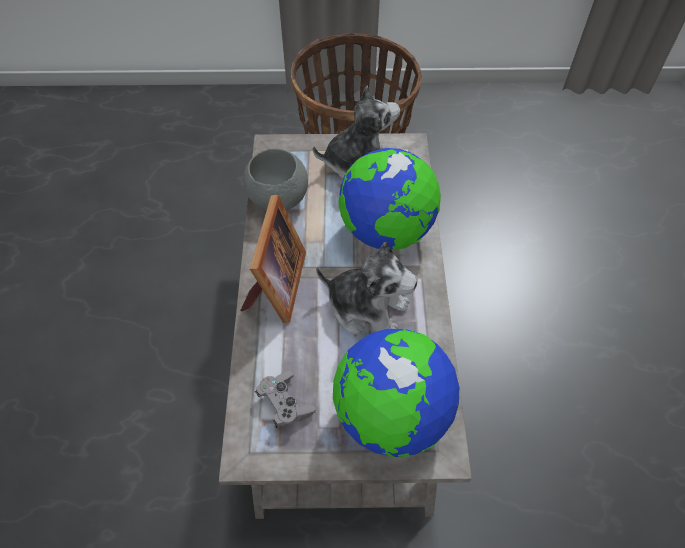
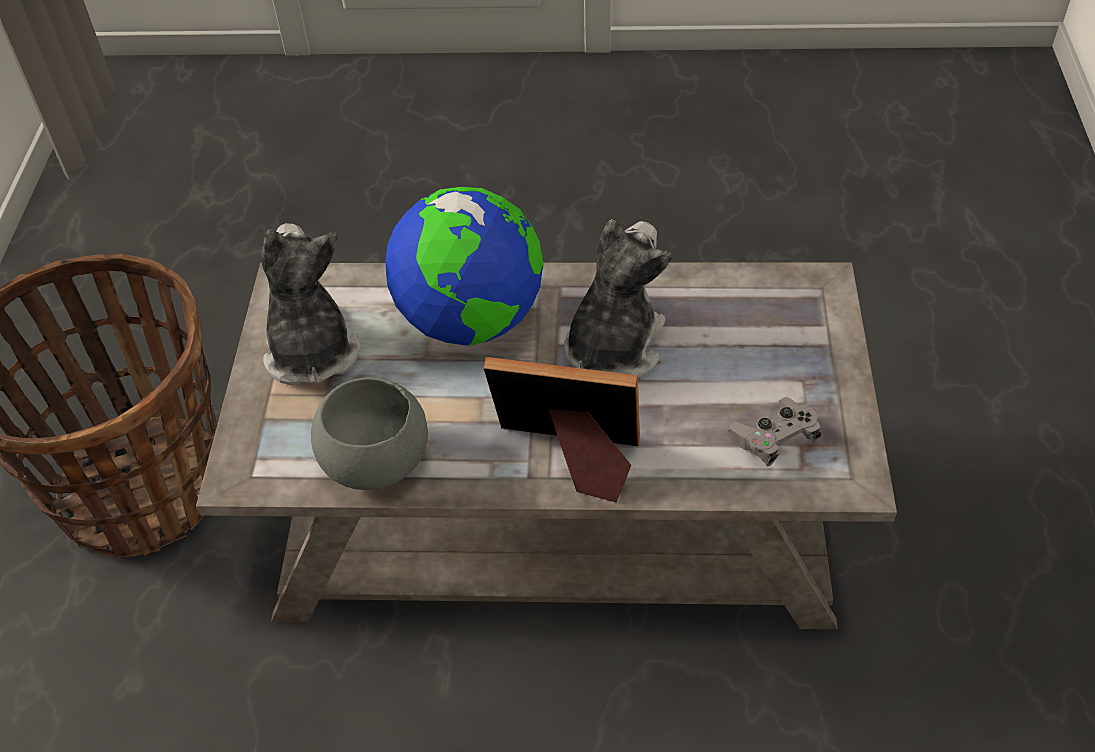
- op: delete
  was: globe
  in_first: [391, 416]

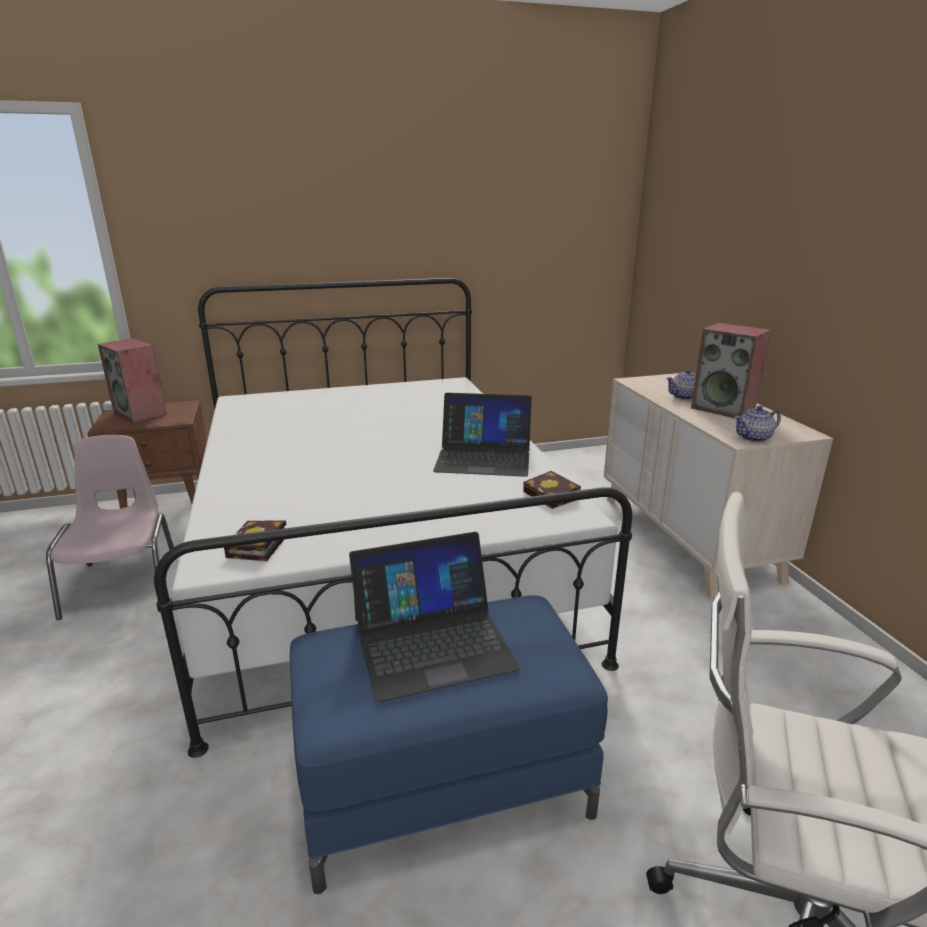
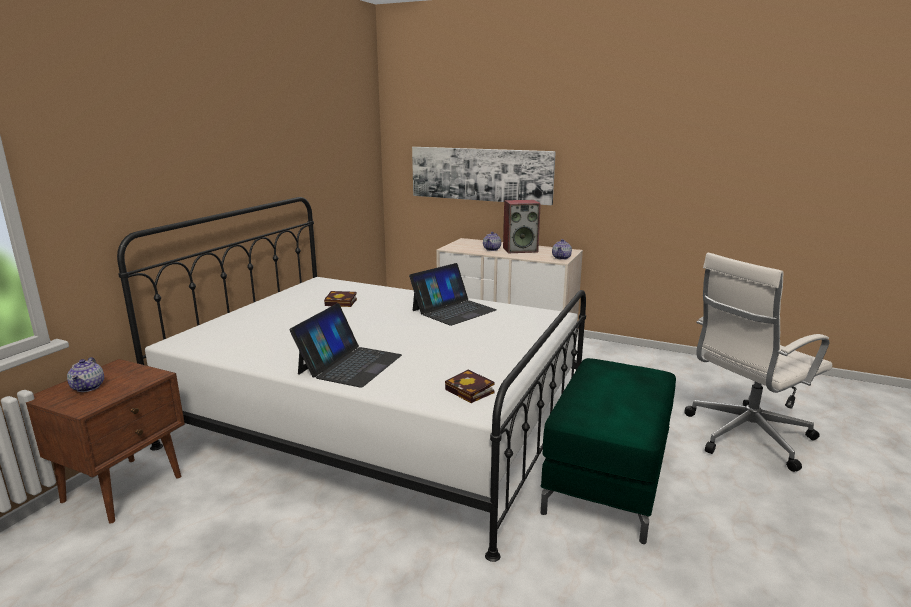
- op: replace
  was: speaker
  now: teapot
  in_first: [141, 413]
  in_second: [88, 387]
- op: move
  was: laptop
  in_first: [432, 642]
  in_second: [350, 364]
- op: move
  was: book
  in_first: [553, 496]
  in_second: [342, 302]
- op: insert
  now: picture
  in_second: [480, 174]
- op: recolor
  was: blue ottoman
  now: green ottoman
  in_first: [445, 782]
  in_second: [607, 477]
- op: delete
  was: pink chair
  in_first: [124, 583]

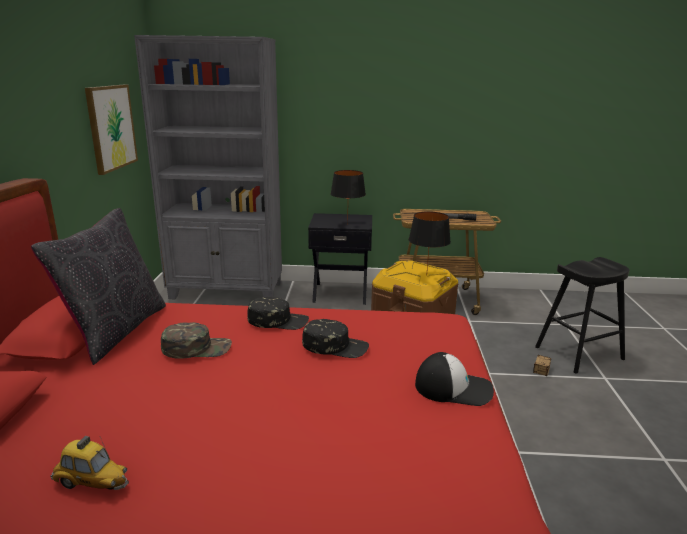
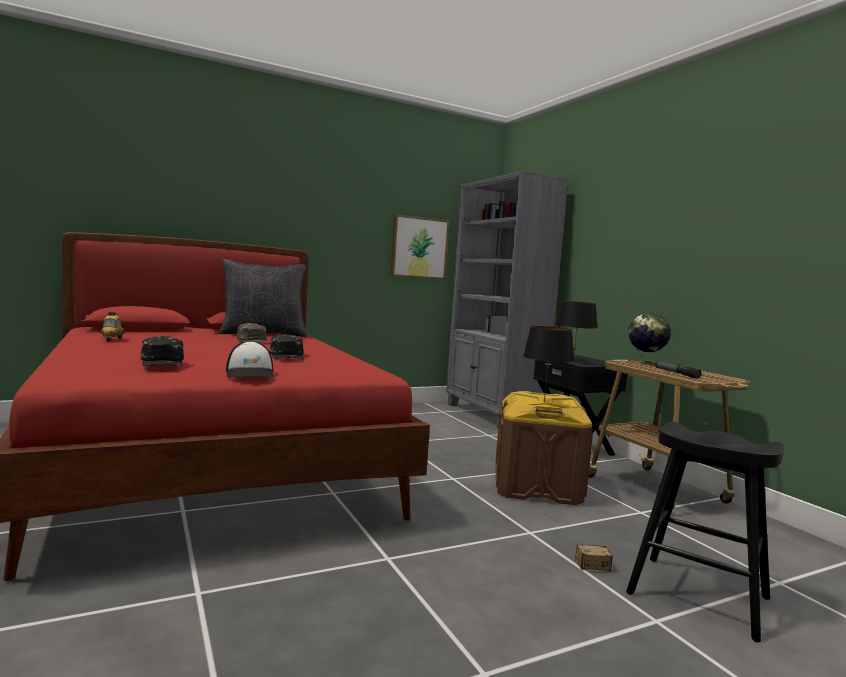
- op: move
  was: black cap
  in_first: [278, 320]
  in_second: [163, 362]
- op: insert
  now: globe
  in_second: [646, 362]

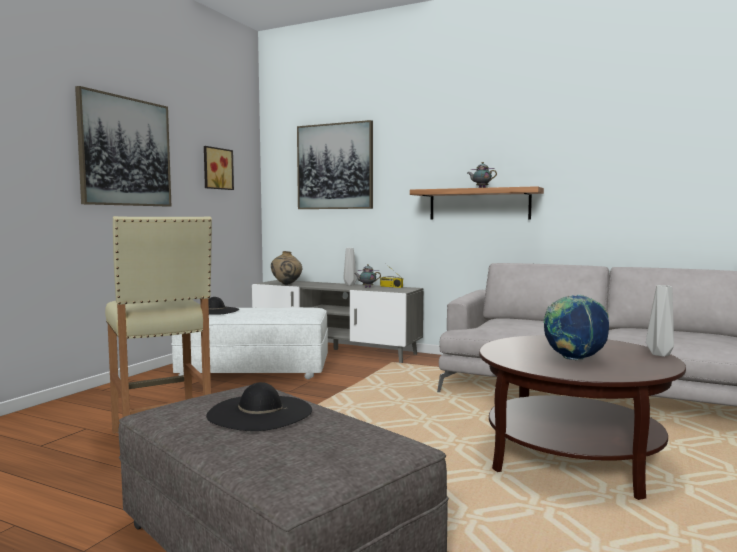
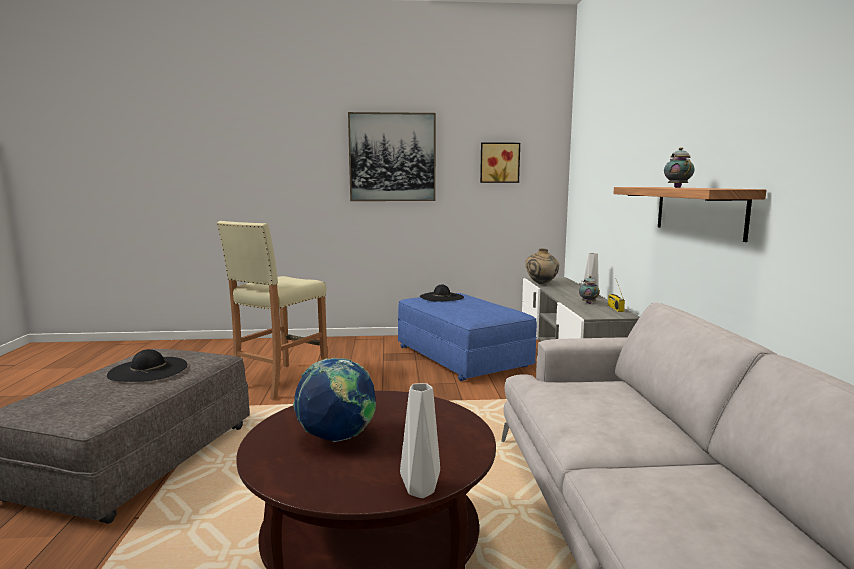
- op: recolor
  was: white ottoman
  now: blue ottoman
  in_first: [255, 368]
  in_second: [462, 357]
- op: delete
  was: picture
  in_first: [335, 166]

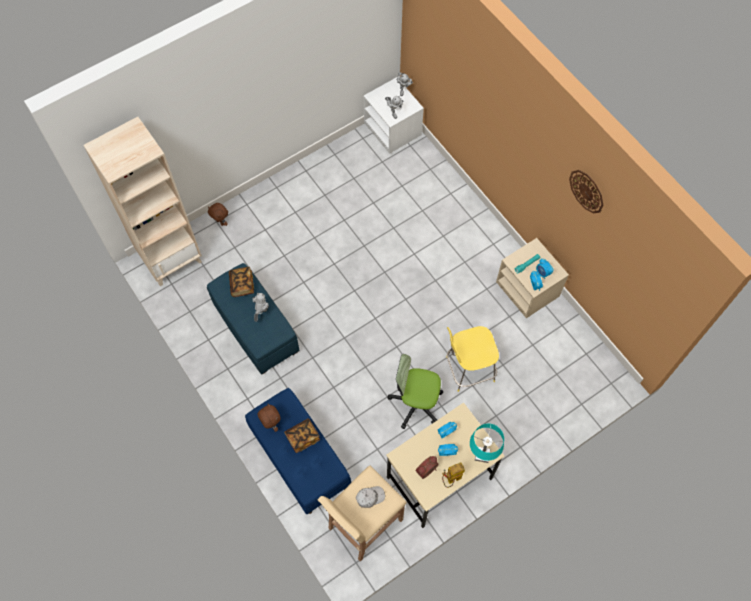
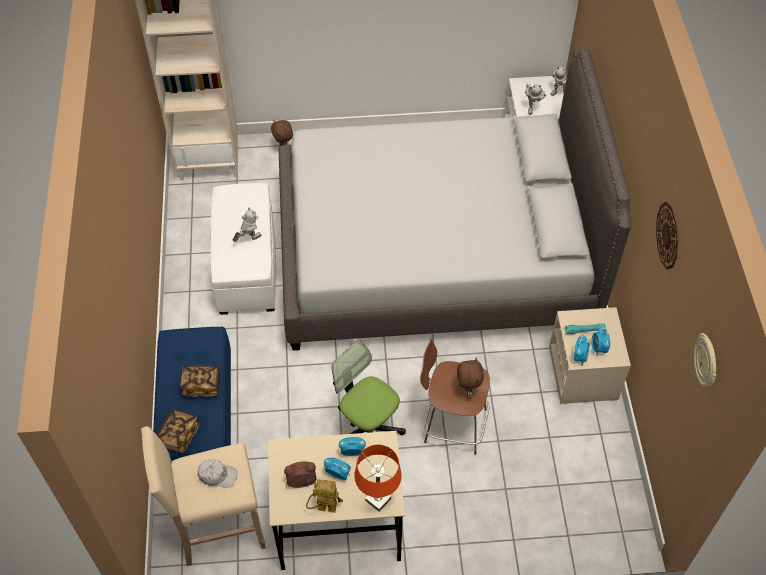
- op: move
  was: book
  in_first: [242, 285]
  in_second: [178, 436]
- op: recolor
  was: blue ottoman
  now: white ottoman
  in_first: [256, 328]
  in_second: [247, 266]
- op: insert
  now: grey bed
  in_second: [434, 254]
- op: recolor
  was: turquoise table lamp
  now: orange table lamp
  in_first: [482, 455]
  in_second: [378, 500]
- op: recolor
  was: yellow stool
  now: brown stool
  in_first: [468, 369]
  in_second: [452, 425]
- op: move
  was: brown plush toy
  in_first: [271, 423]
  in_second: [467, 390]
- op: insert
  now: wall clock
  in_second: [706, 361]

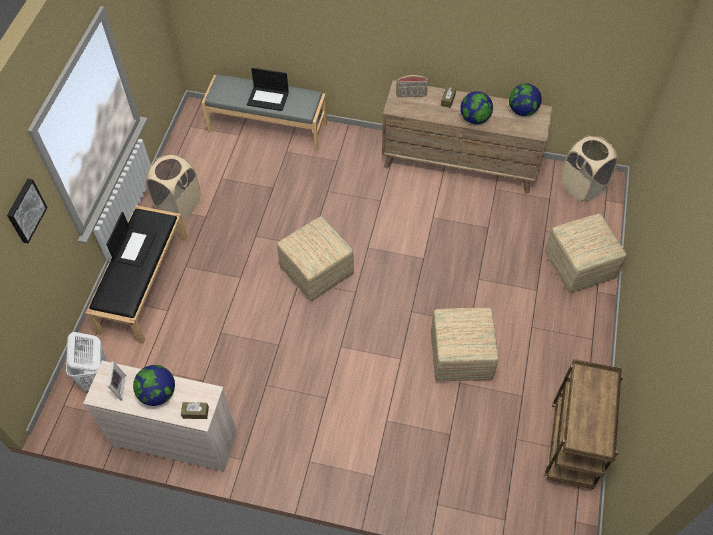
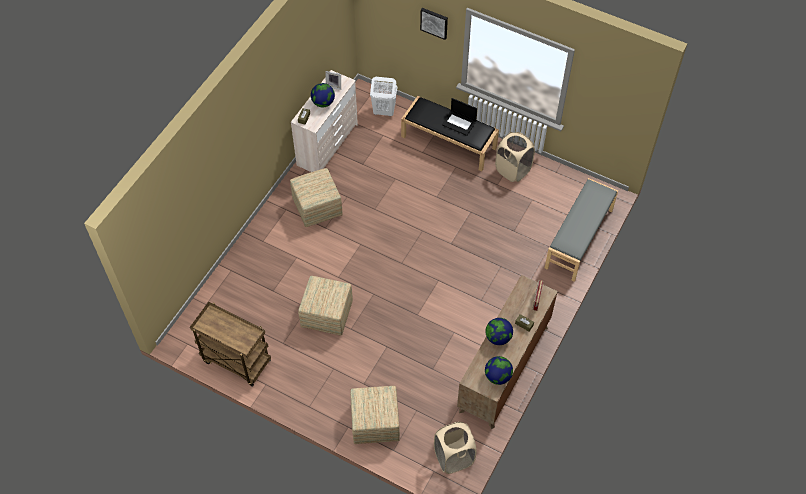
- op: move
  was: ottoman
  in_first: [316, 272]
  in_second: [317, 207]
- op: delete
  was: laptop
  in_first: [268, 98]

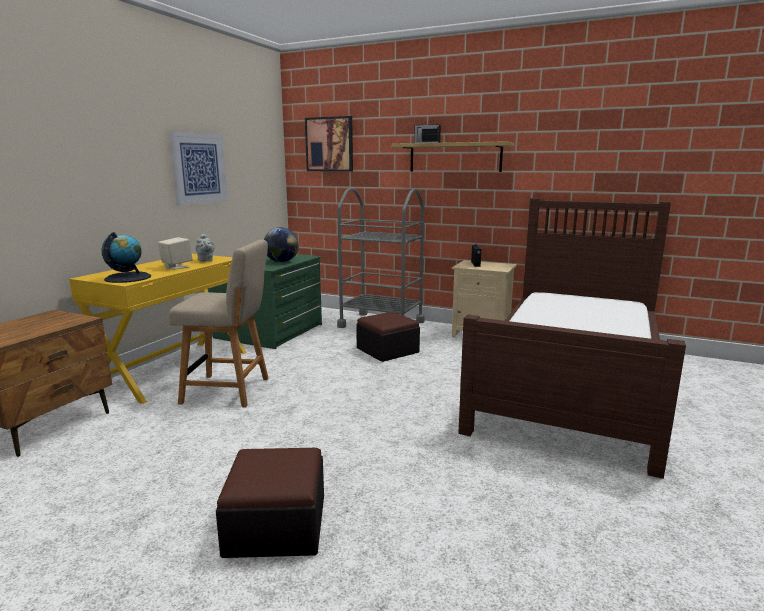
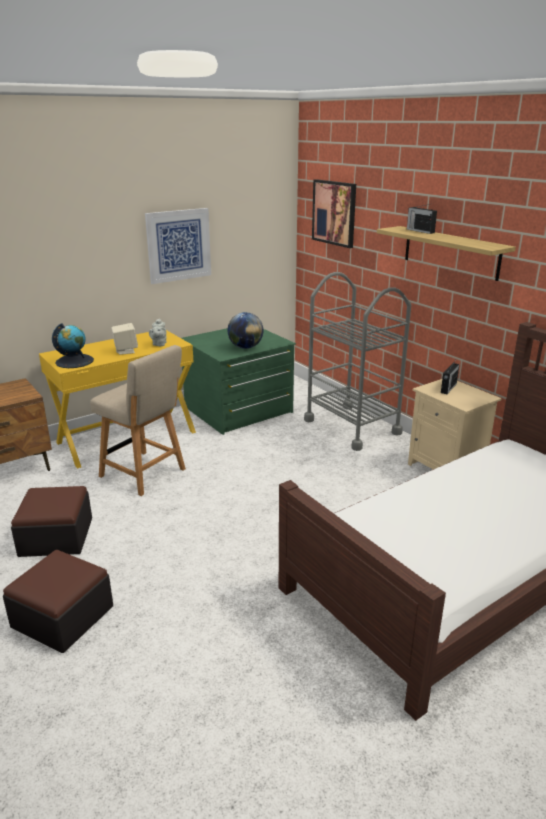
- op: move
  was: ottoman
  in_first: [387, 350]
  in_second: [56, 537]

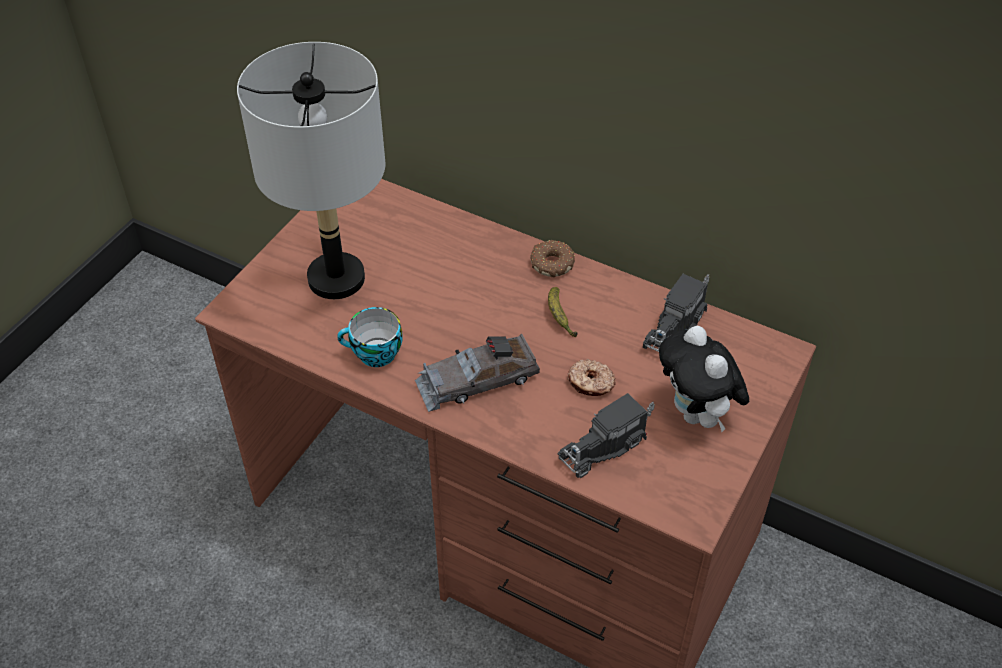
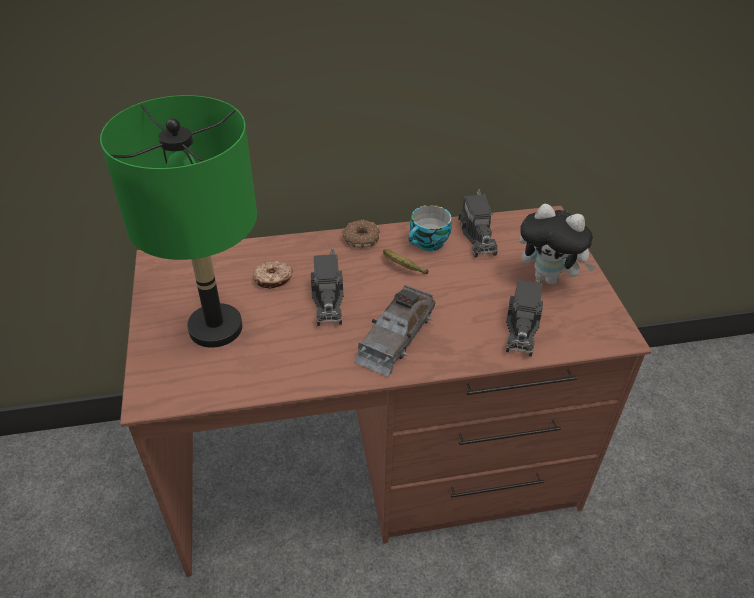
- op: recolor
  was: grey table lamp
  now: green table lamp
  in_first: [335, 279]
  in_second: [215, 328]
- op: move
  was: donut
  in_first: [591, 383]
  in_second: [273, 279]
- op: insert
  now: toy truck
  in_second: [328, 299]
- op: move
  was: cup
  in_first: [374, 354]
  in_second: [428, 244]

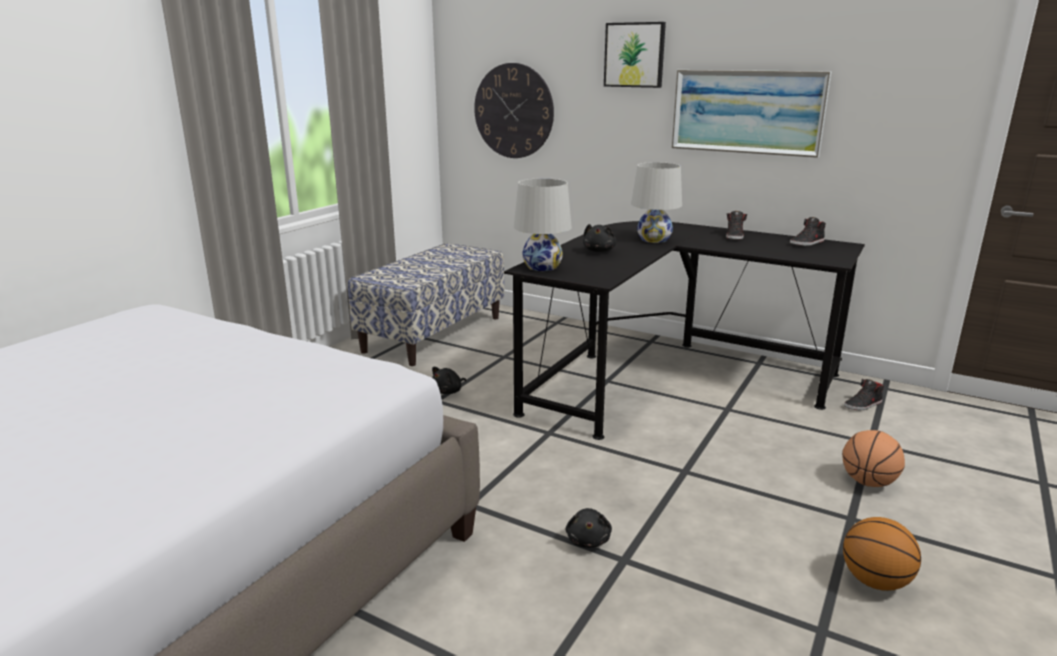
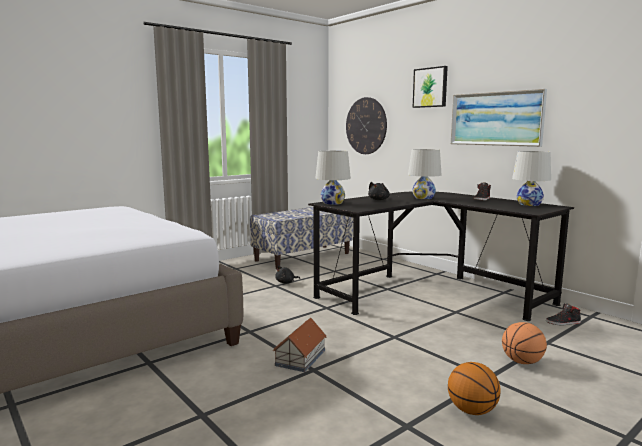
- op: replace
  was: black plush toy
  now: toy house
  in_first: [588, 540]
  in_second: [301, 357]
- op: replace
  was: black shoe
  now: white table lamp
  in_first: [807, 243]
  in_second: [529, 204]

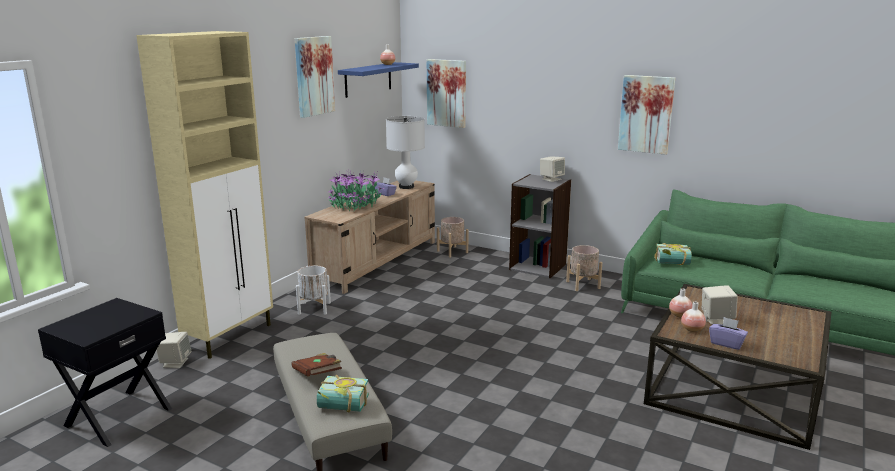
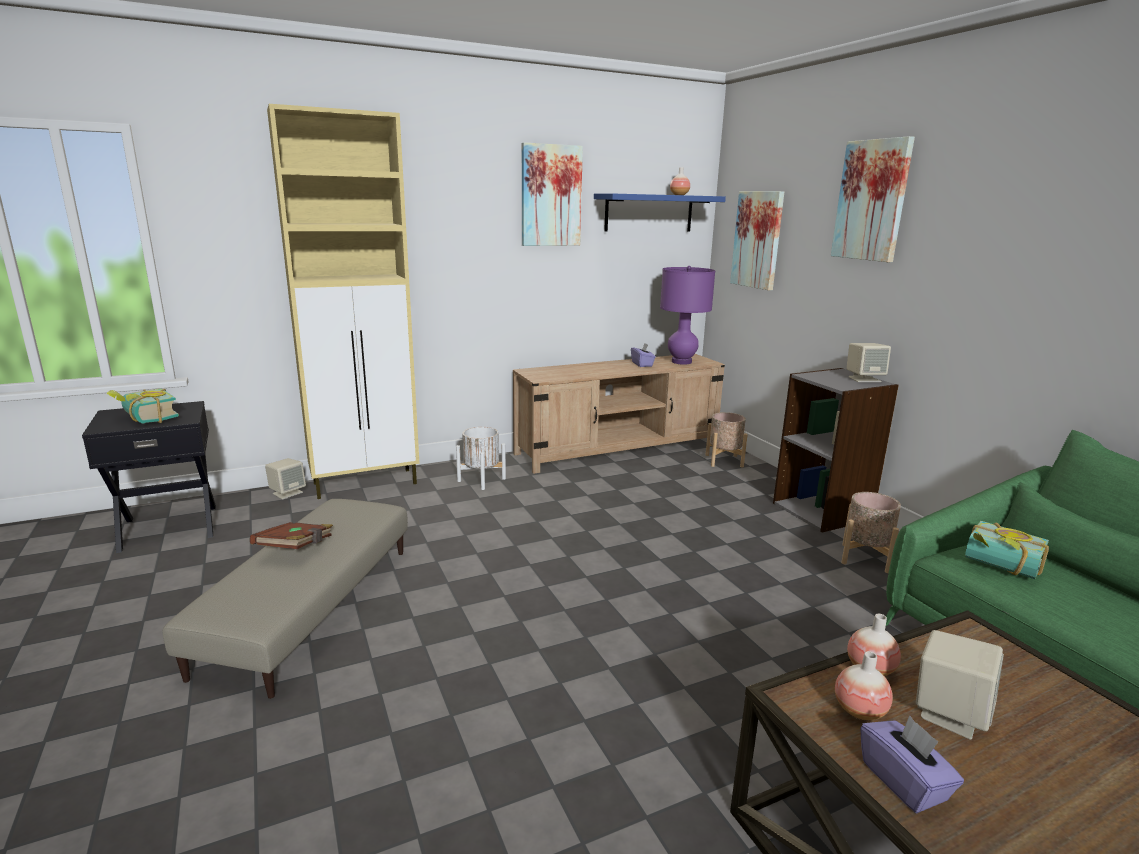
- op: move
  was: book
  in_first: [341, 408]
  in_second: [145, 419]
- op: recolor
  was: white table lamp
  now: purple table lamp
  in_first: [406, 187]
  in_second: [681, 362]
- op: move
  was: picture
  in_first: [646, 114]
  in_second: [872, 200]
- op: delete
  was: potted plant
  in_first: [355, 206]

